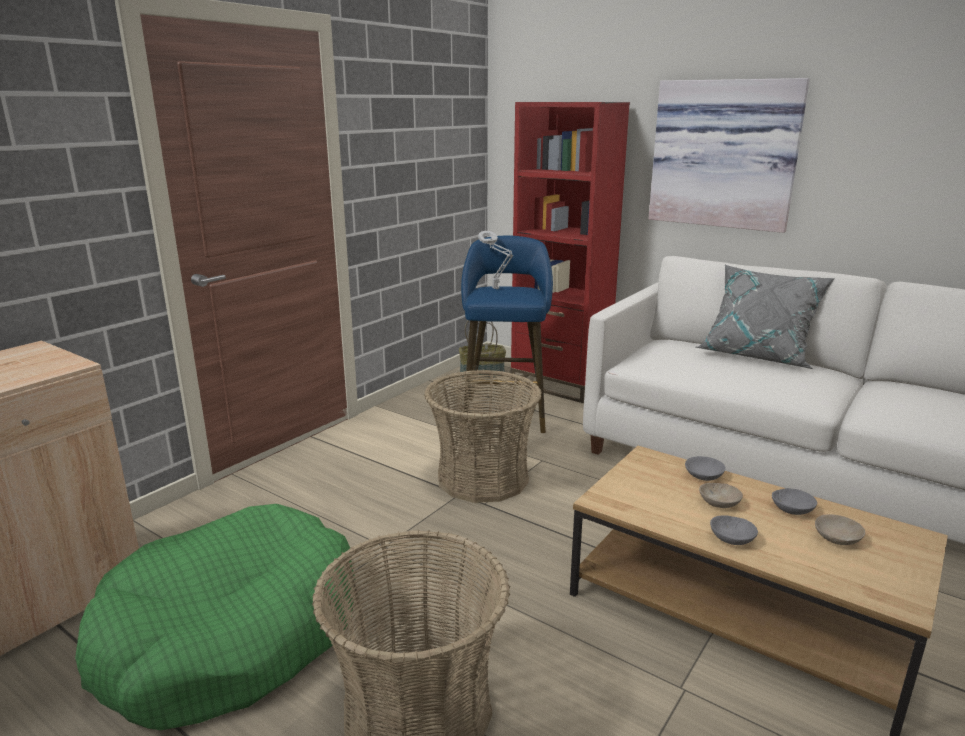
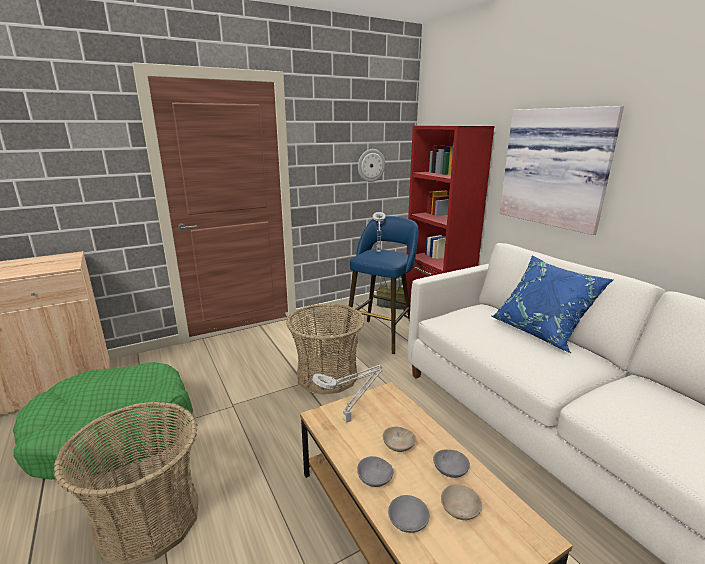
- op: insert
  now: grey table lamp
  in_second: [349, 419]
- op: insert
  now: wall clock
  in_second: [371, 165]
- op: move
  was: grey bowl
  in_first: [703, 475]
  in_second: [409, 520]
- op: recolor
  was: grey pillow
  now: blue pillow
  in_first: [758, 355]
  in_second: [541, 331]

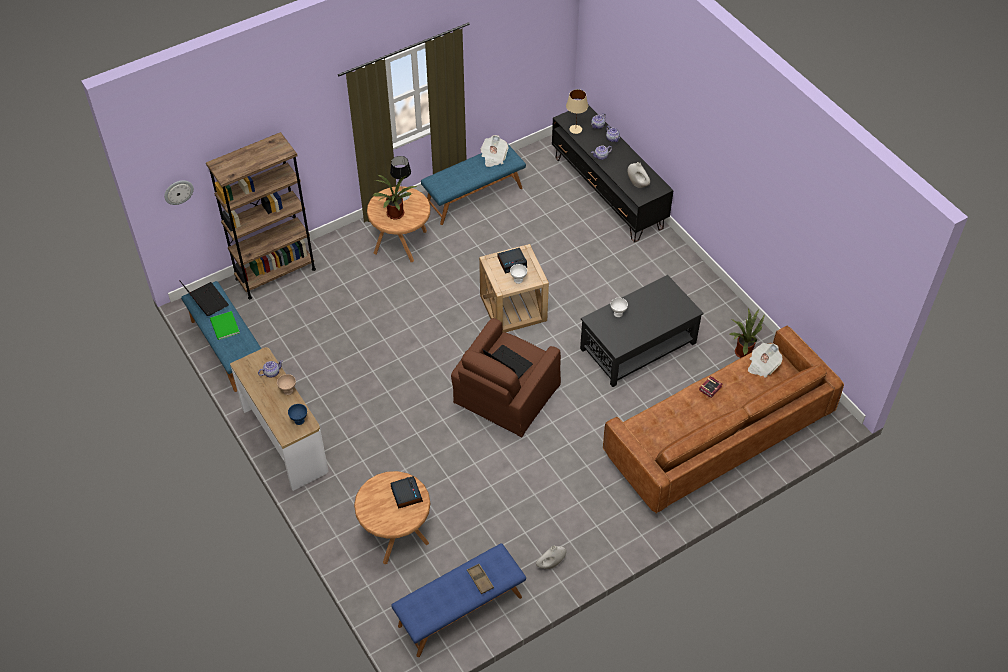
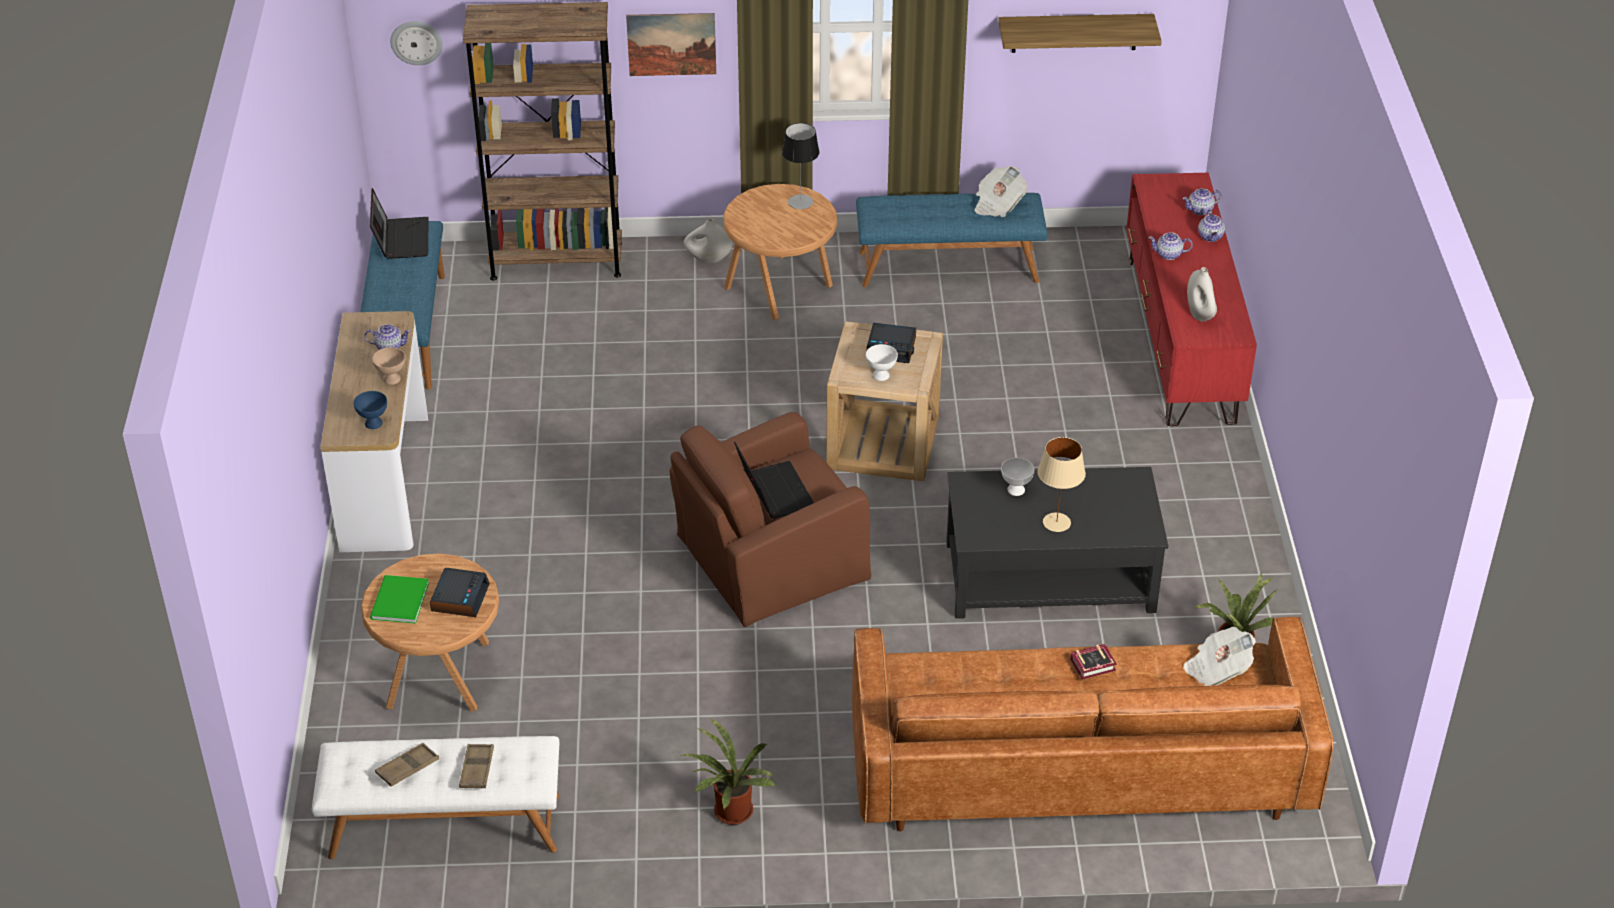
- op: recolor
  was: blue bench
  now: white bench
  in_first: [460, 612]
  in_second: [444, 827]
- op: move
  was: green book
  in_first: [224, 327]
  in_second: [398, 602]
- op: insert
  now: brown tray
  in_second: [407, 768]
- op: insert
  now: picture
  in_second: [671, 44]
- op: move
  was: potted plant
  in_first: [395, 215]
  in_second: [730, 814]
- op: move
  was: white vase
  in_first: [550, 564]
  in_second: [708, 259]
- op: insert
  now: shelf
  in_second: [1074, 33]
- op: move
  was: beige table lamp
  in_first: [576, 129]
  in_second: [1057, 522]
- op: recolor
  was: black tv stand
  now: red tv stand
  in_first: [608, 193]
  in_second: [1180, 339]

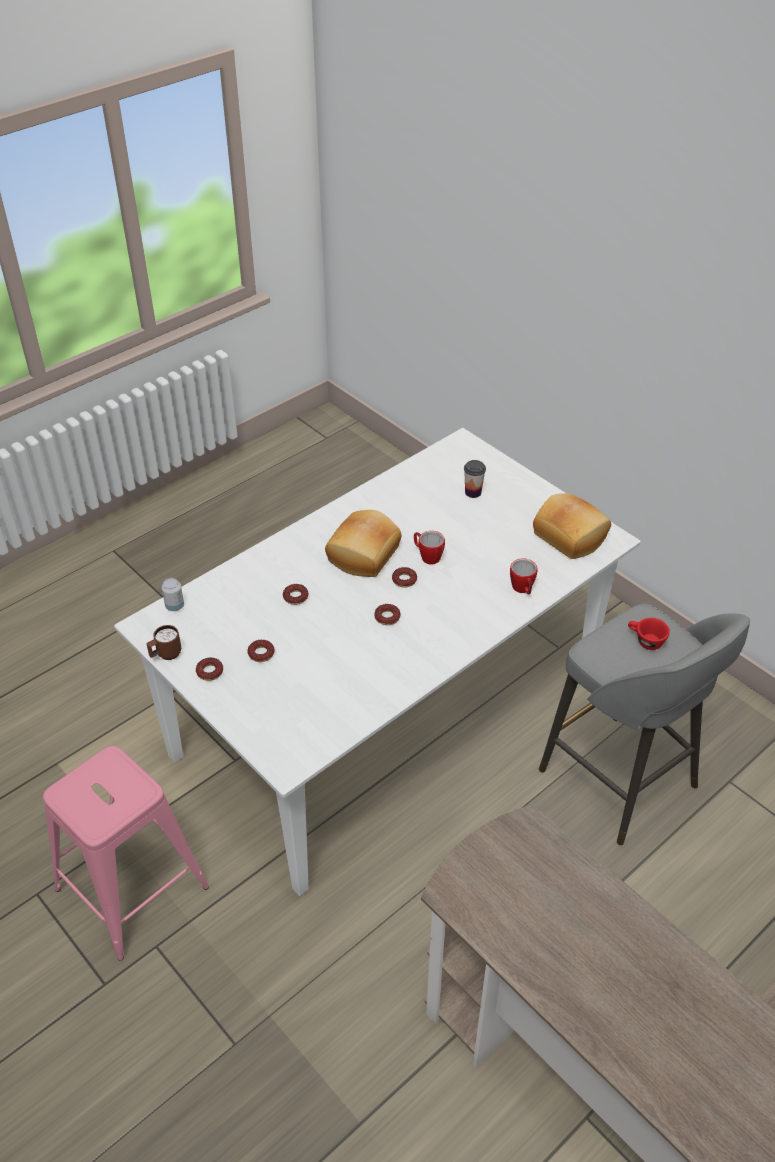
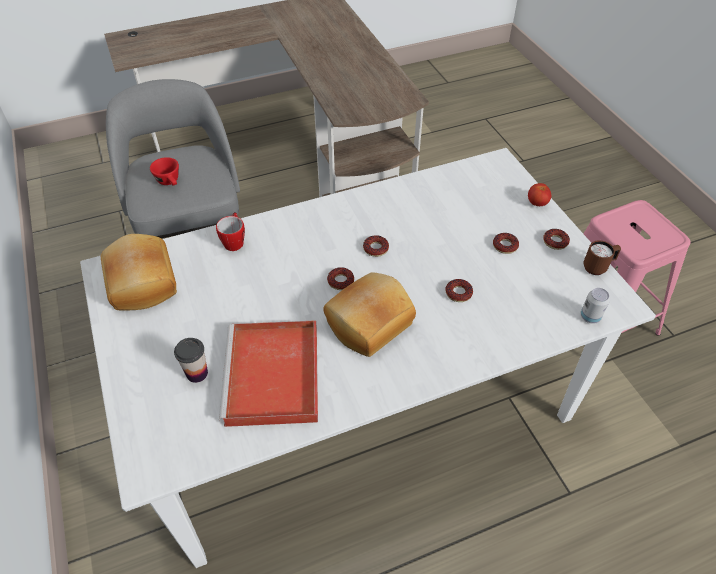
- op: insert
  now: red tray
  in_second: [273, 377]
- op: insert
  now: tomato
  in_second: [537, 203]
- op: delete
  was: mug
  in_first: [427, 556]

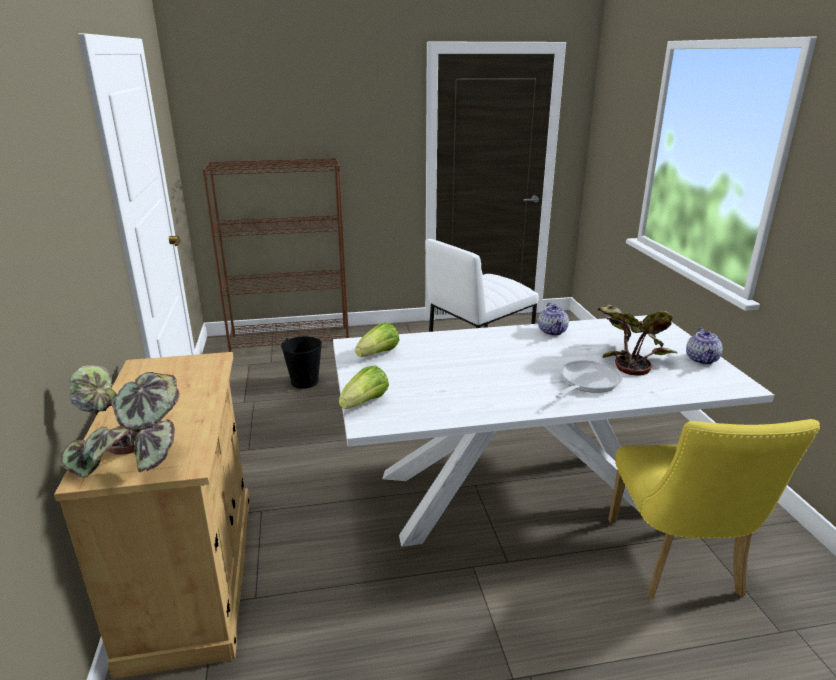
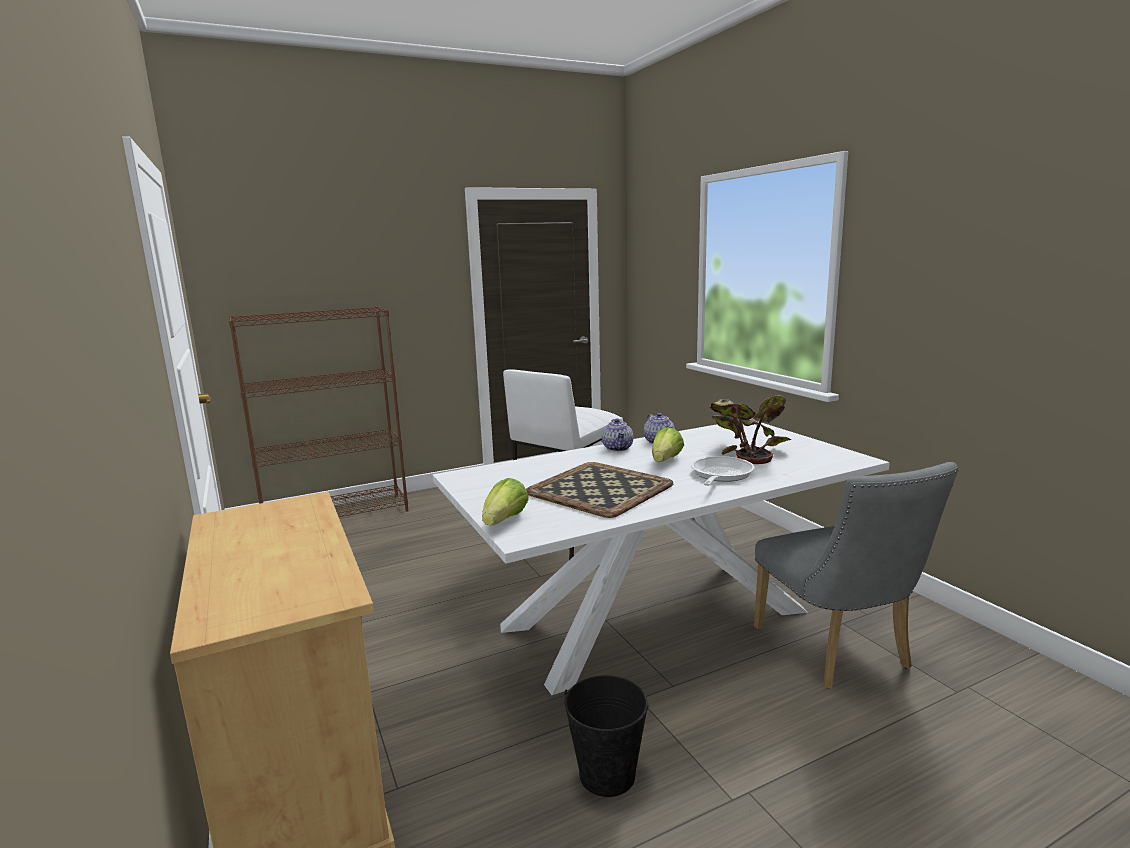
- op: insert
  now: tray
  in_second: [600, 490]
- op: move
  was: black bucket
  in_first: [305, 381]
  in_second: [607, 774]
- op: move
  was: teapot
  in_first: [702, 360]
  in_second: [618, 448]
- op: move
  was: lettuce
  in_first: [378, 354]
  in_second: [665, 461]
- op: recolor
  was: yellow chair
  now: grey chair
  in_first: [677, 564]
  in_second: [837, 653]
- op: delete
  was: potted plant
  in_first: [134, 458]

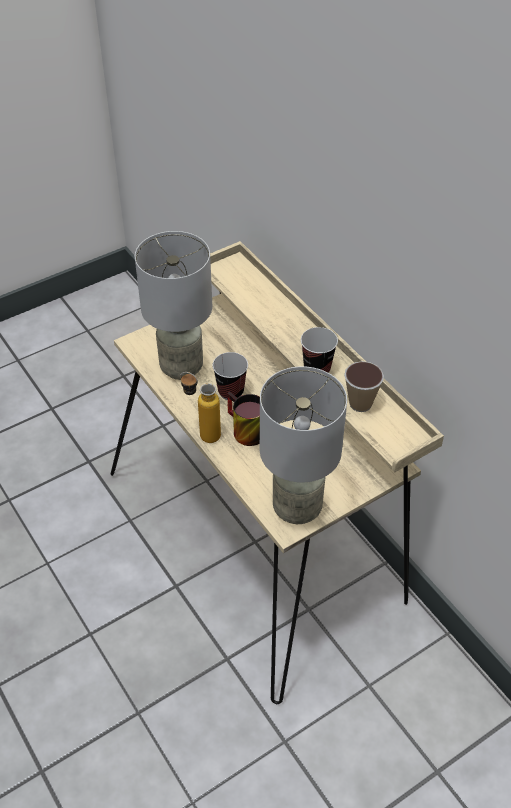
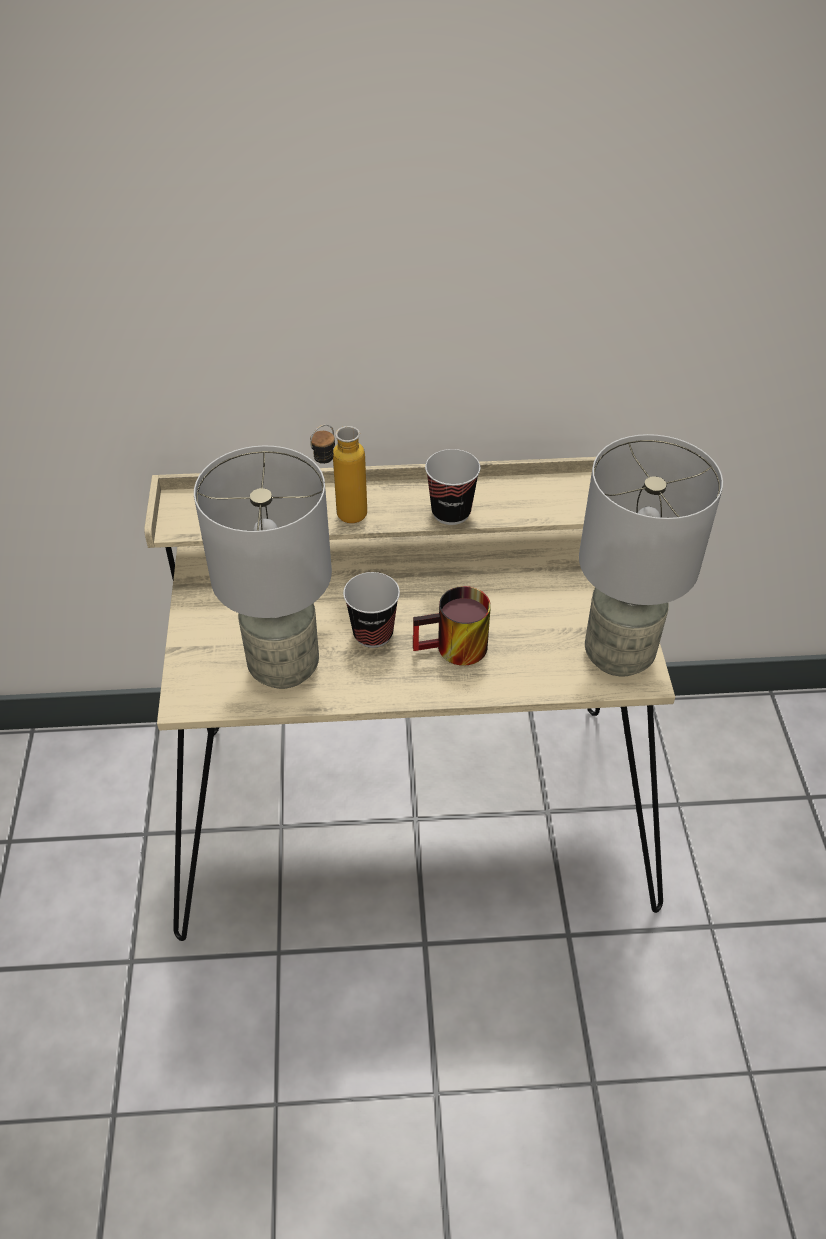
- op: move
  was: bottle
  in_first: [202, 433]
  in_second: [341, 520]
- op: delete
  was: cup
  in_first: [360, 403]

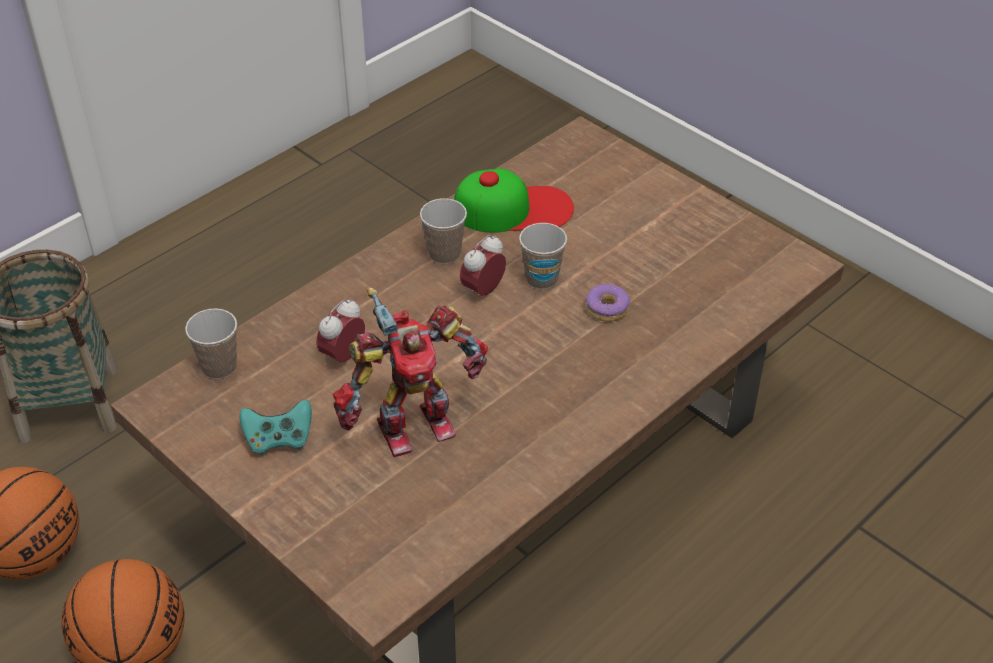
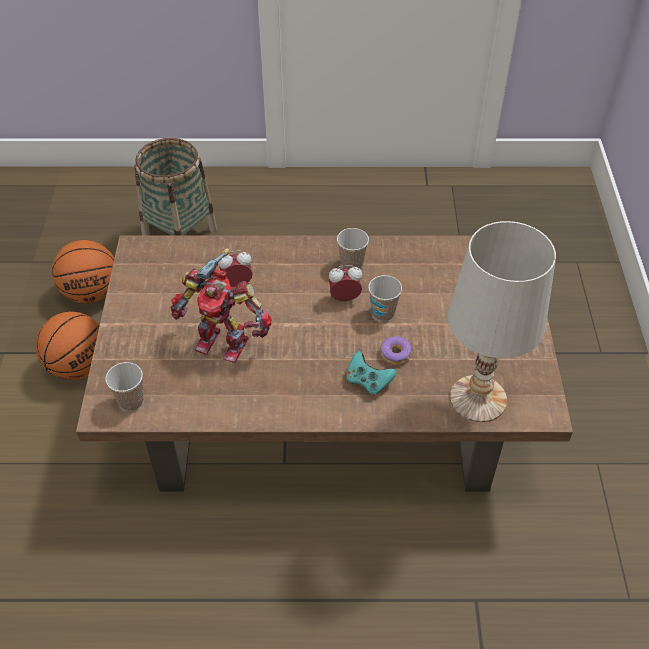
- op: move
  was: cup
  in_first: [219, 367]
  in_second: [131, 401]
- op: move
  was: turquoise game controller
  in_first: [278, 439]
  in_second: [368, 381]
- op: insert
  now: white table lamp
  in_second: [477, 399]
- op: delete
  was: cap
  in_first: [514, 209]

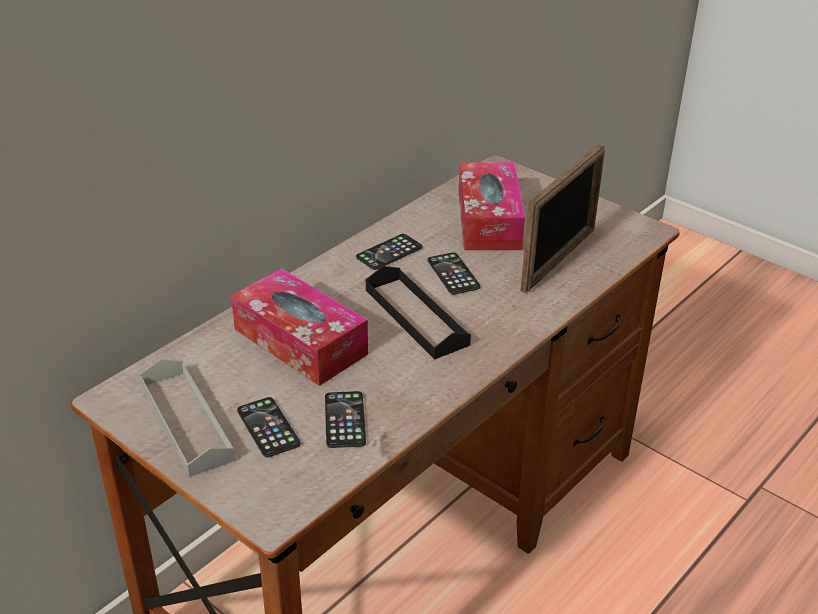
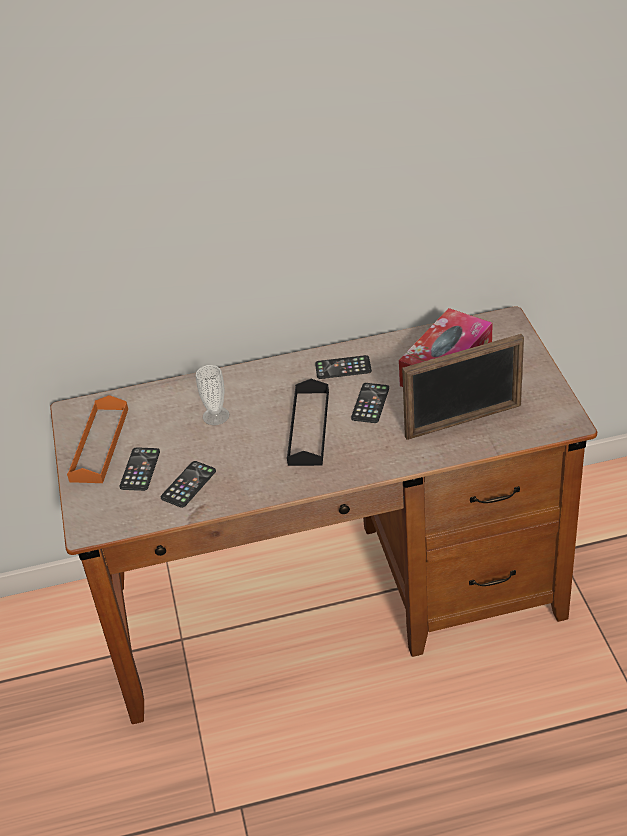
- op: recolor
  was: grey tray
  now: orange tray
  in_first: [186, 421]
  in_second: [99, 444]
- op: replace
  was: tissue box
  now: cup
  in_first: [300, 341]
  in_second: [216, 416]

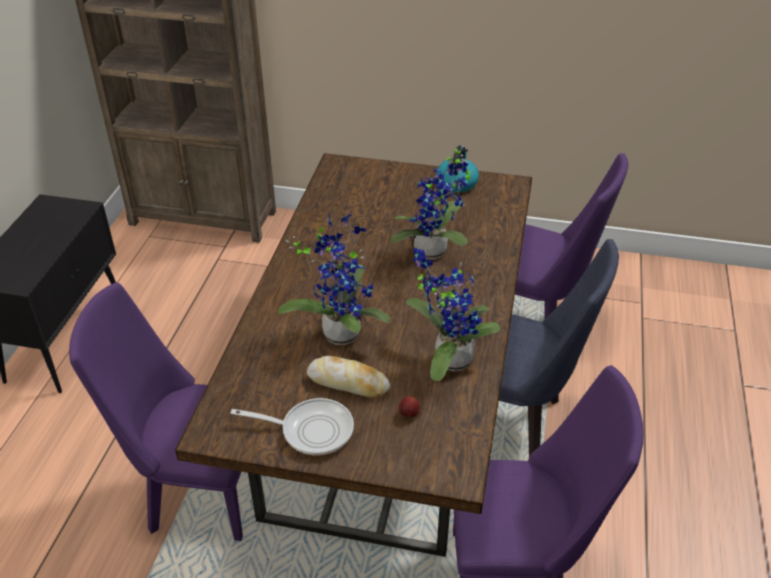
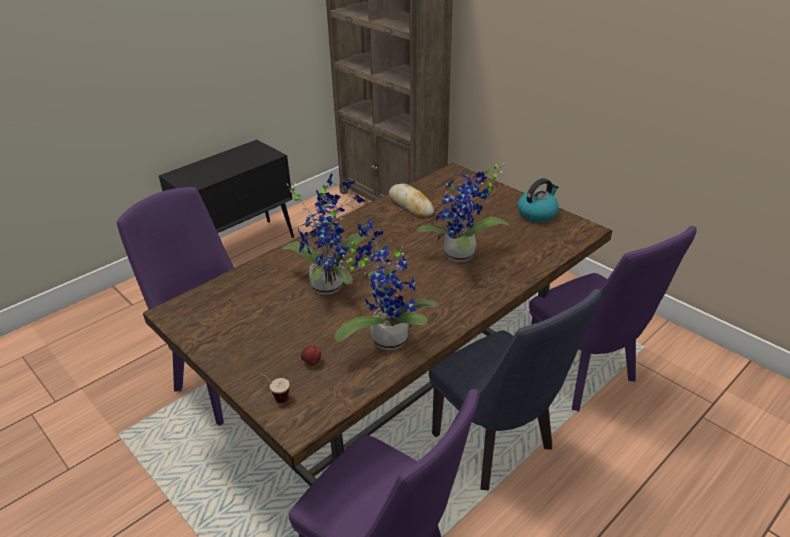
- op: insert
  now: cup
  in_second: [274, 397]
- op: move
  was: bread
  in_first: [348, 382]
  in_second: [411, 205]
- op: delete
  was: frying pan
  in_first: [311, 430]

